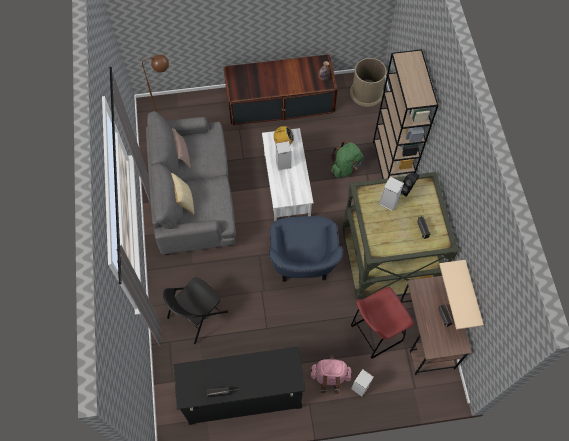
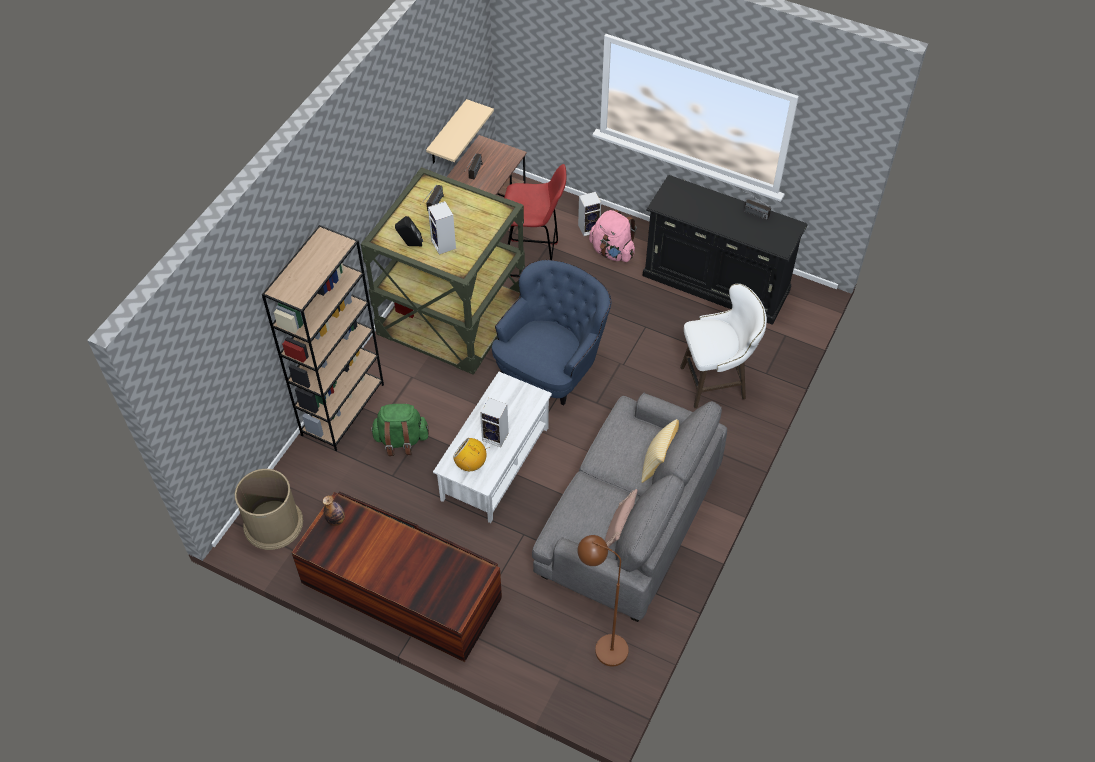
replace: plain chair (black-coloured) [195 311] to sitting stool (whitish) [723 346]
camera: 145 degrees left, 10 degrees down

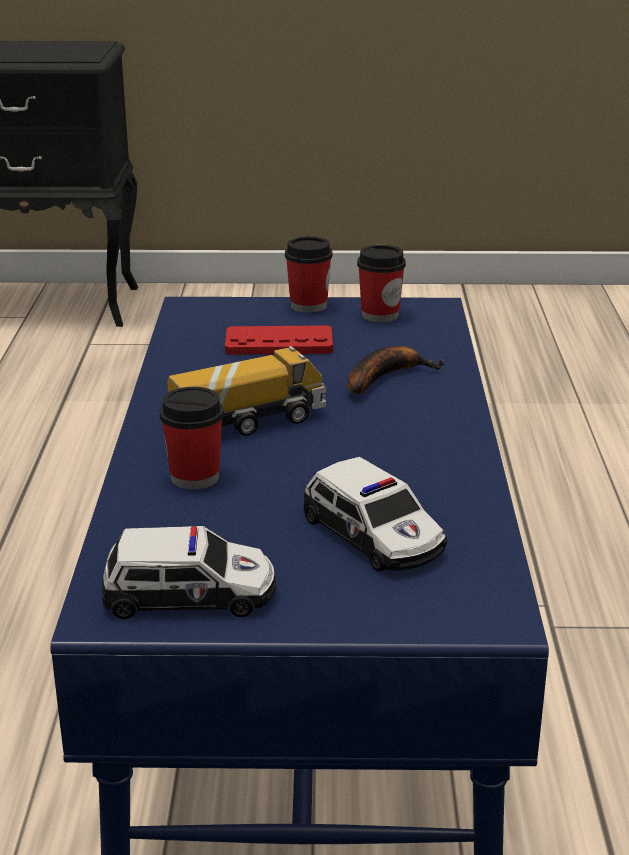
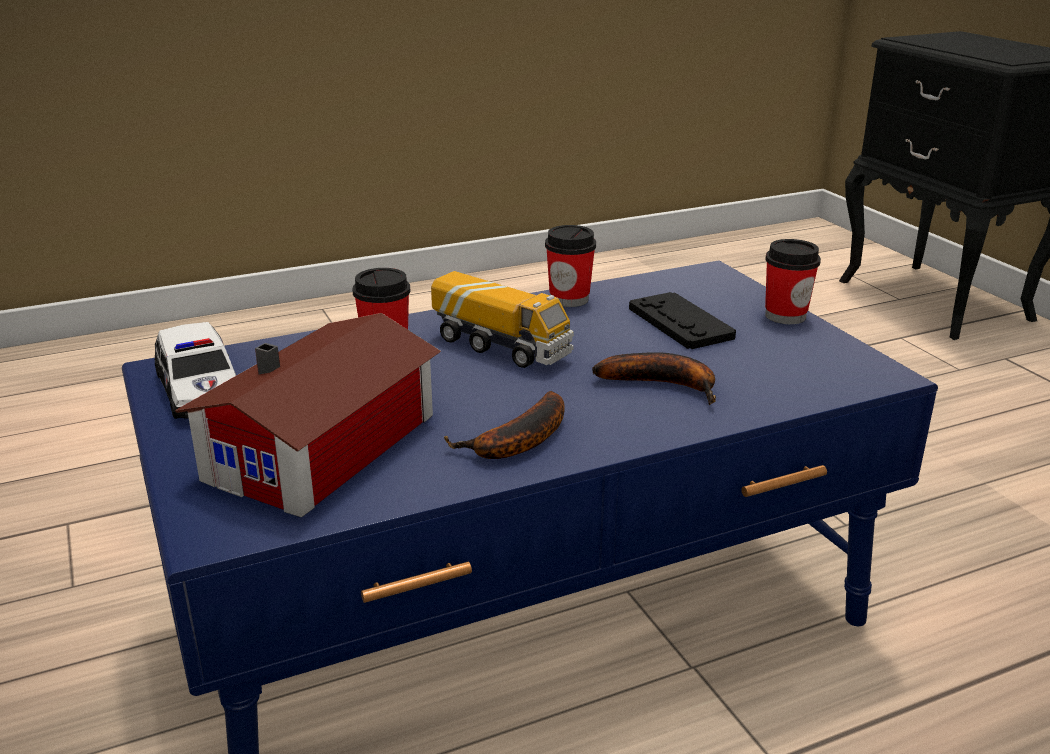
insert: whole banana [504 425]
move: small cup [381 284] to [570 266]
replace: model car [375 514] to miniature house [308 415]
recolor: game controller (reddish) [279 340] to game controller (black-coloured) [682 320]
camera: 65 degrees right, 0 degrees up

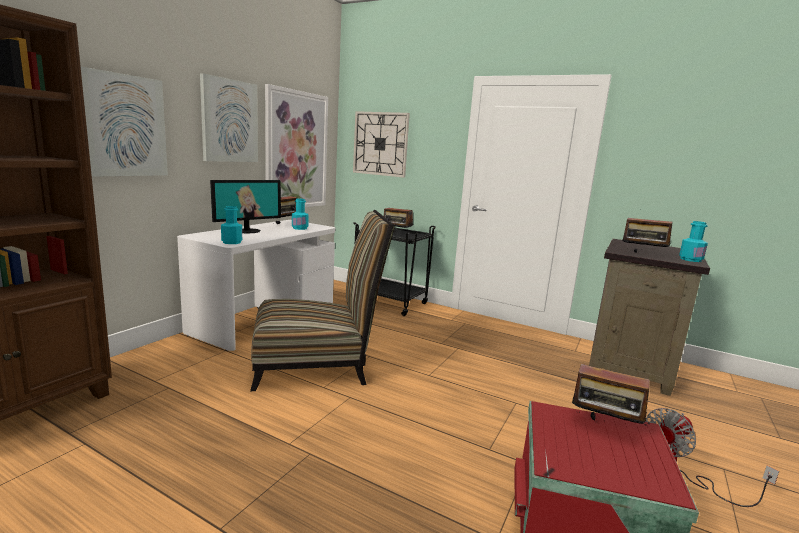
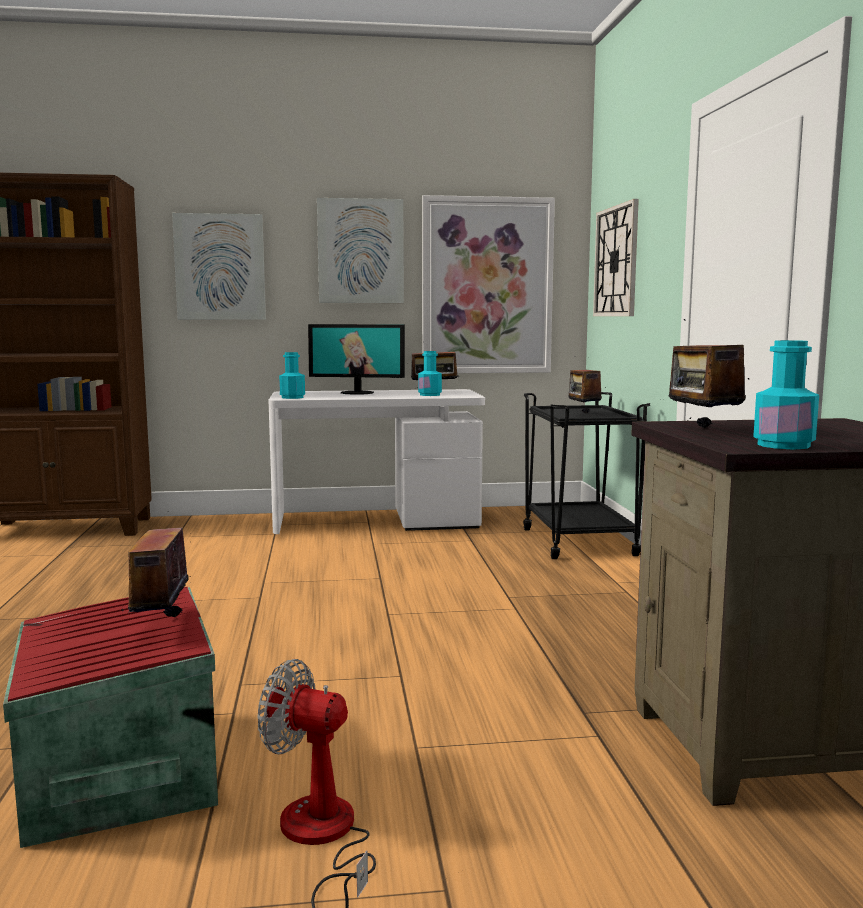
delete: plain chair [322 300]
camera: 55 degrees right, 5 degrees down

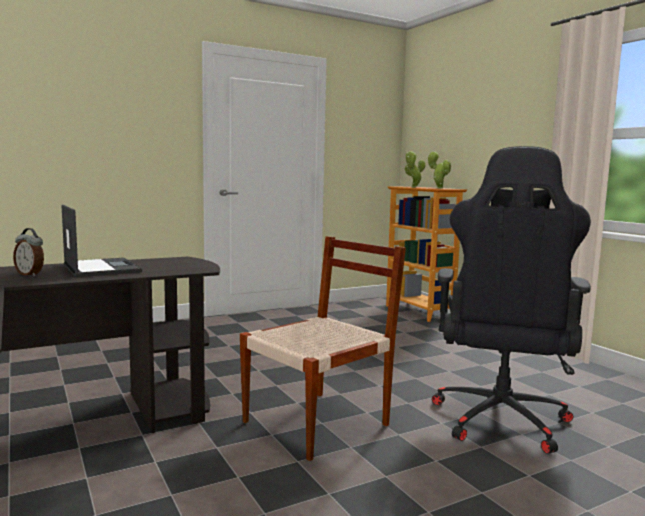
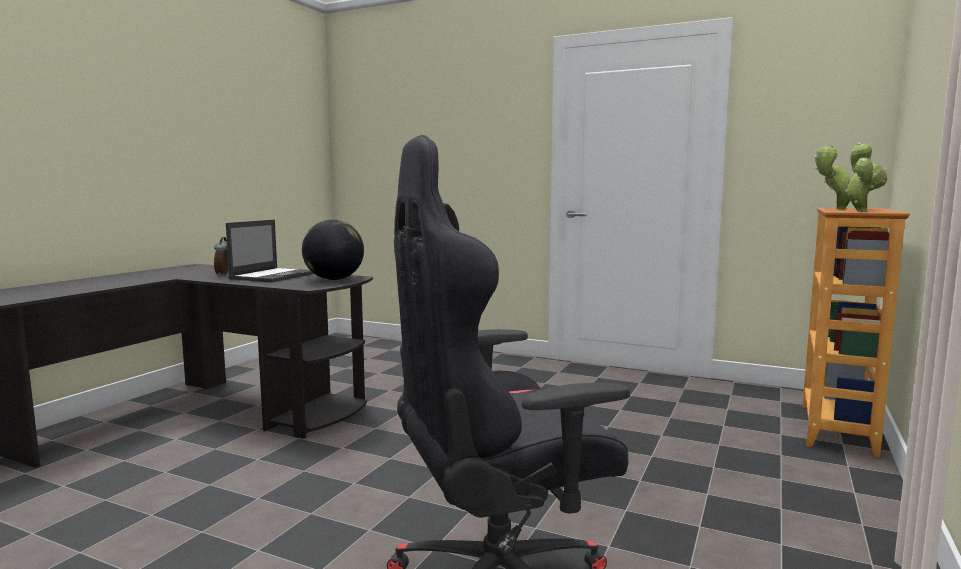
delete: plain chair [323 348]
insert: world globe [333 250]
camera: 55 degrees right, 0 degrees up

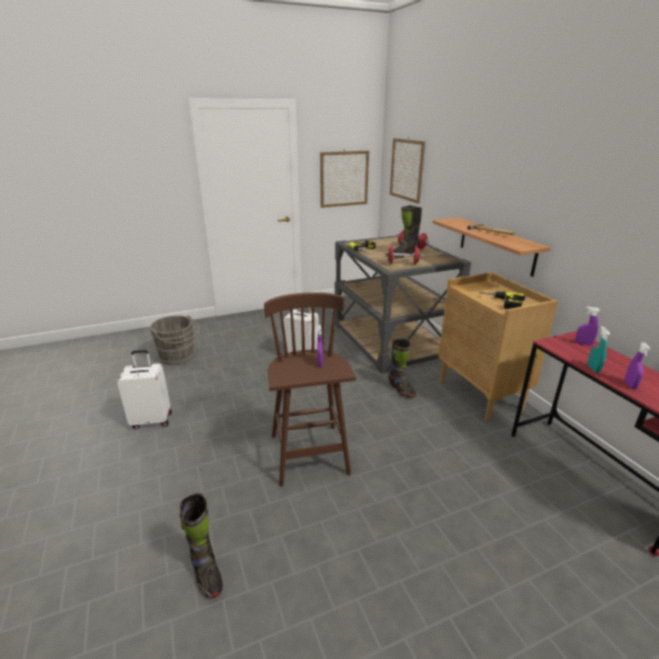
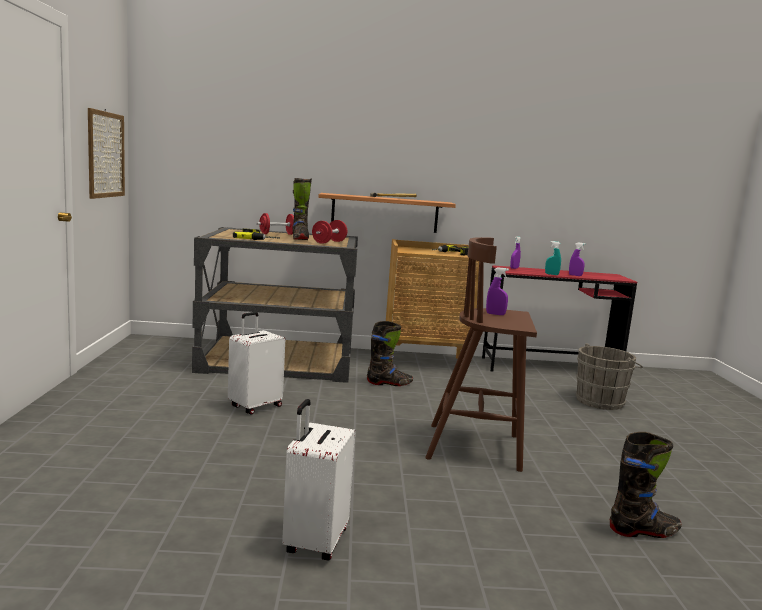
delete: wall picture [407 171]
move: water bucket (gray) [174 340] to [609 376]
camera: 70 degrees left, 15 degrees down

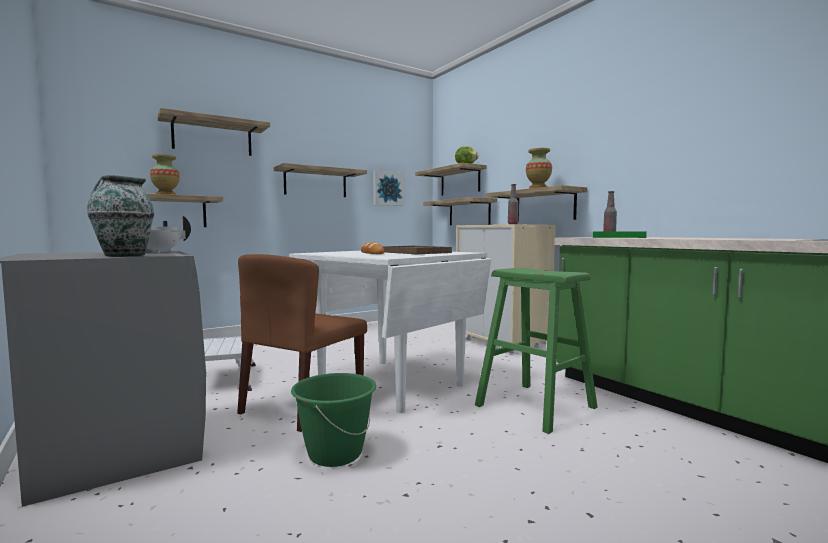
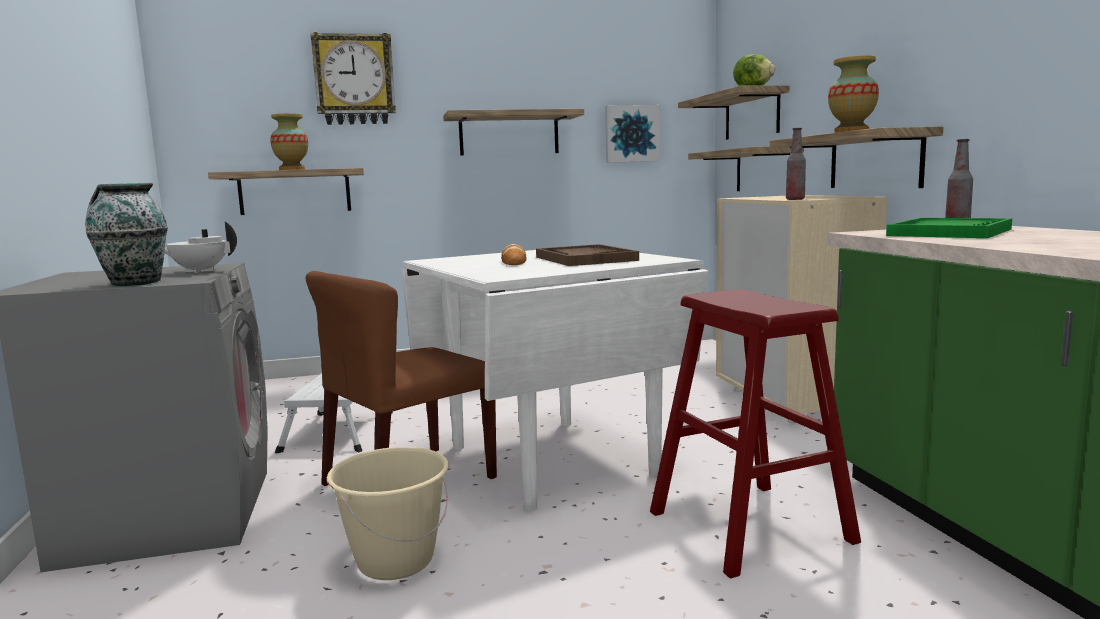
replace: bracket shelf [214 132] to hanging clock [353 78]
recolor: water bucket (green) [333 420] to water bucket (beige-coloured) [388 513]; sitting stool (green) [536 351] to sitting stool (reddish) [755 433]
camera: 20 degrees right, 5 degrees up

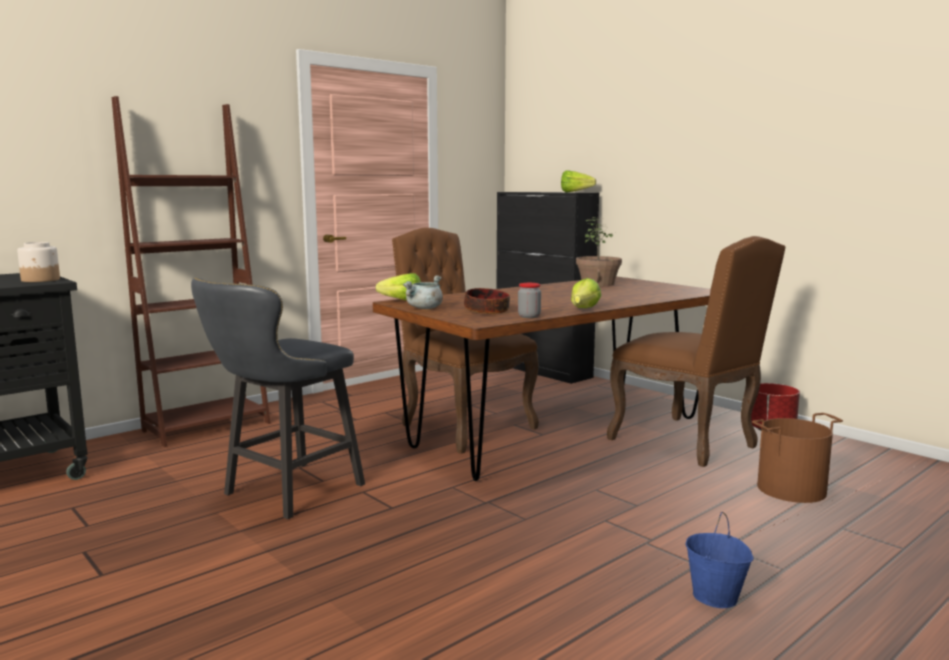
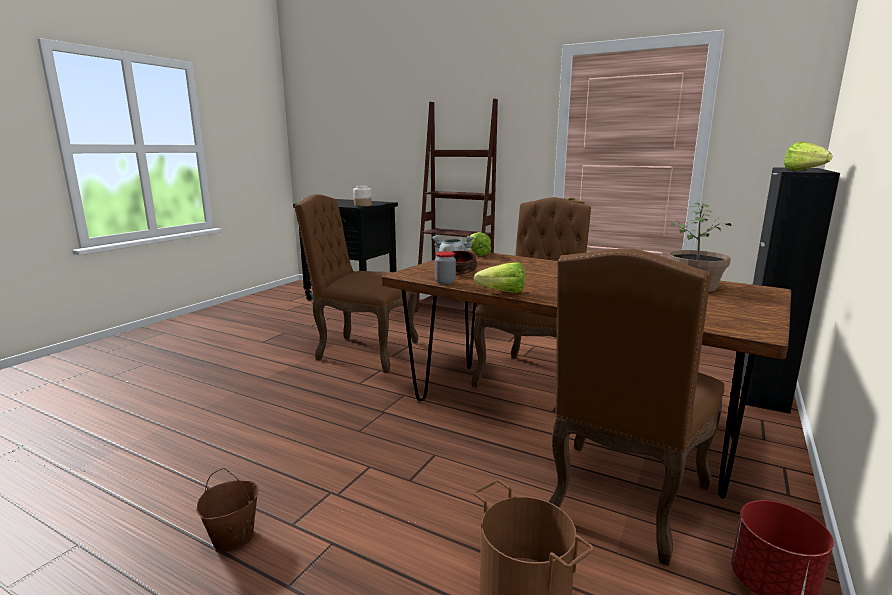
replace: sitting stool (gray) [278 398] to plain chair (brown) [356 283]
recolor: water bucket (bluish) [719 560] to water bucket (brown) [227 510]
camera: 70 degrees right, 5 degrees up

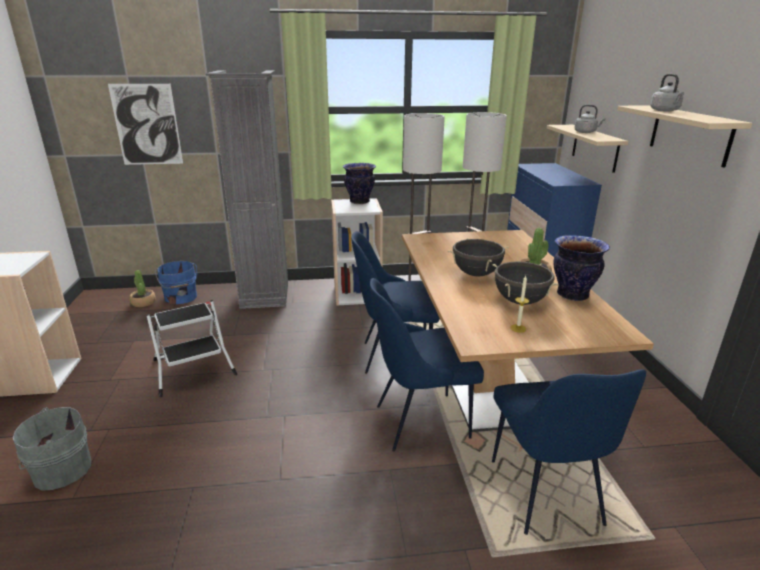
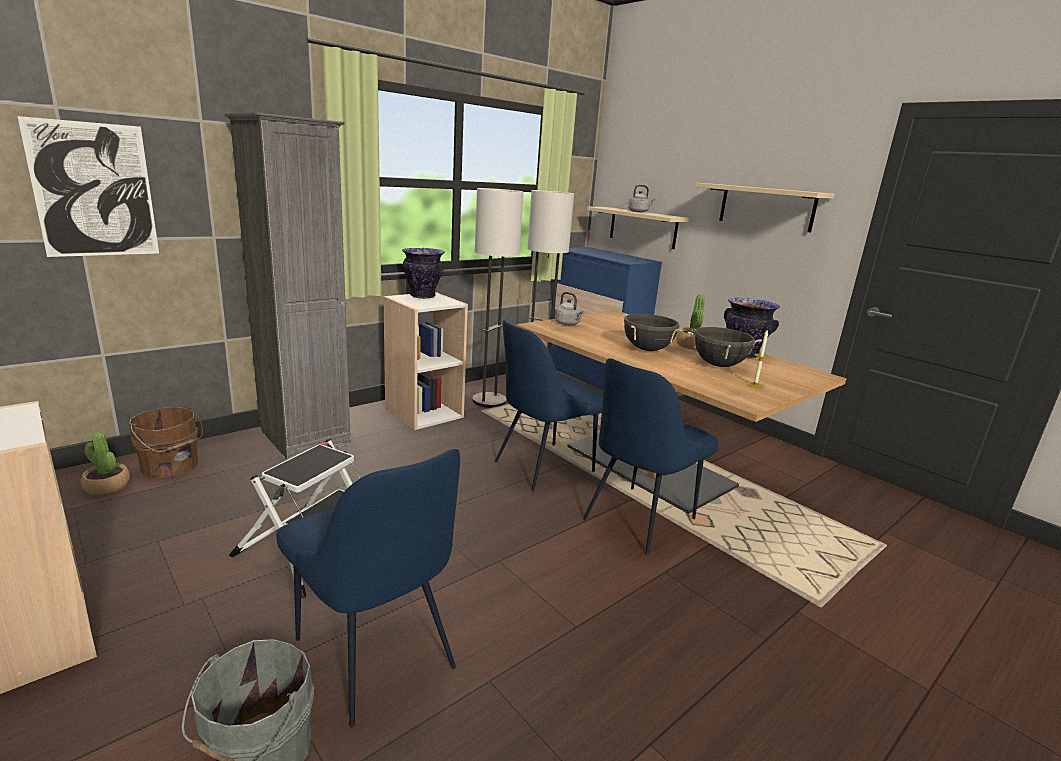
move: plain chair (bluish) [569 452] to [368 588]; kettle (gray) [667 93] to [569 308]
recolor: water bucket (bluish) [176 282] to water bucket (brown) [166 442]
camera: 35 degrees left, 5 degrees down

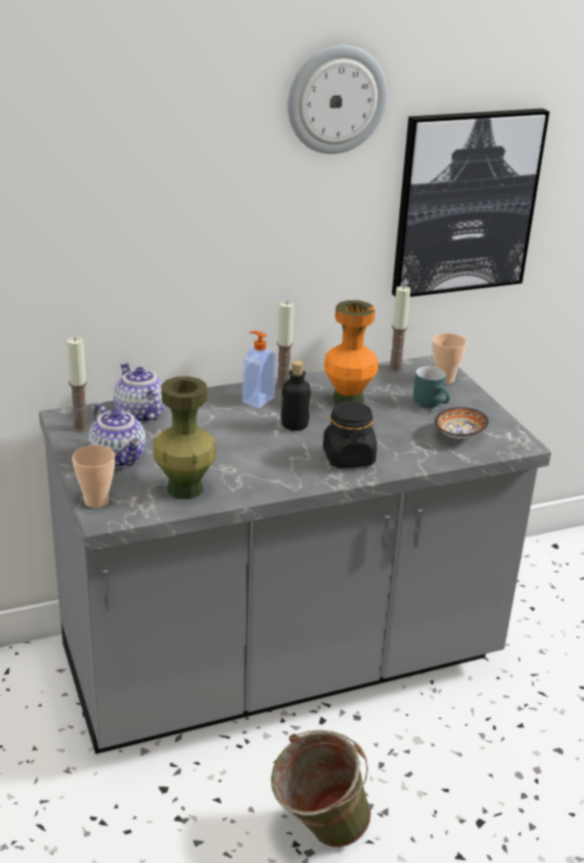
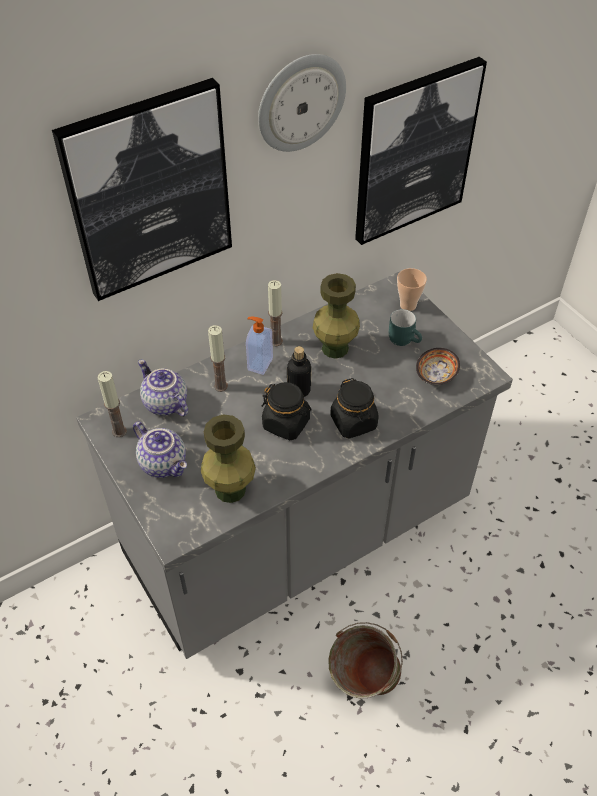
delete: small cup [93 476]
insert: wall picture [142 189]; preserve jar (black-coloured) [287 411]
move: wax light [399 328] to [218 358]
recolor: vase (orange-coloured) [351 352] to vase (green) [336 316]
camera: 10 degrees left, 20 degrees up

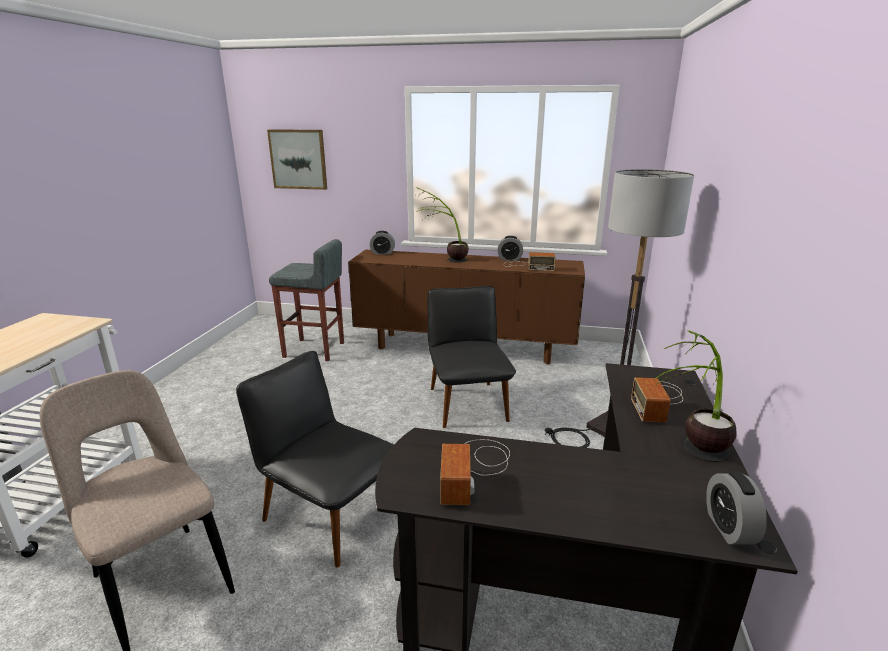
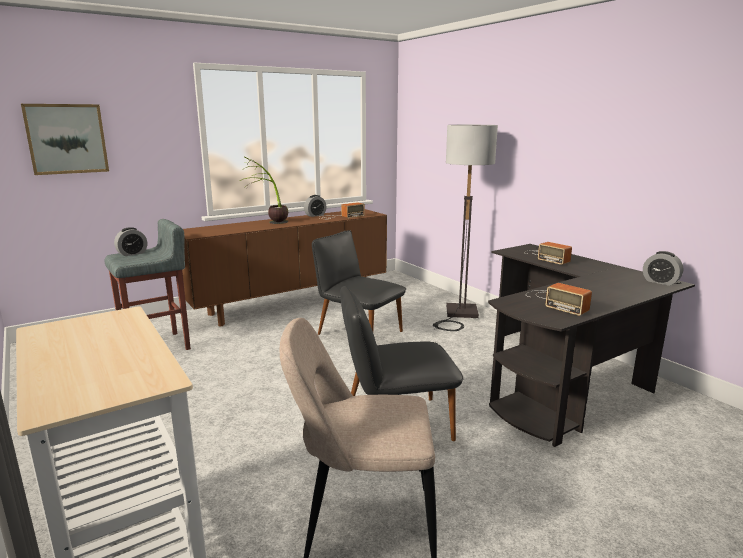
delete: houseplant [695 396]
move: table clock [382 243] to [130 241]
camera: 45 degrees left, 5 degrees down

